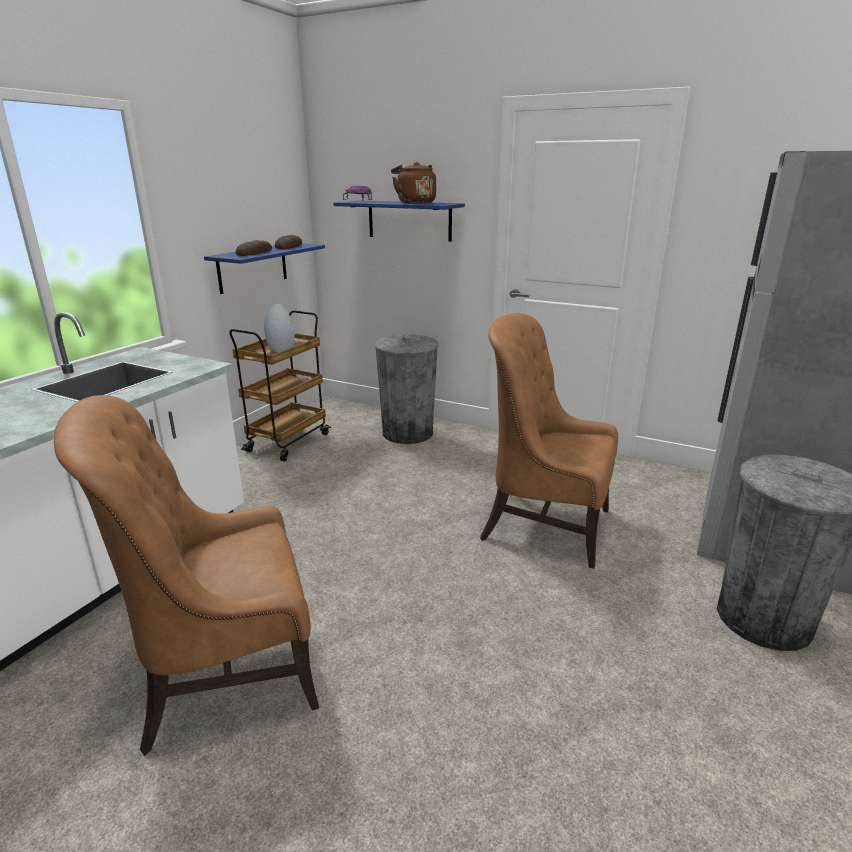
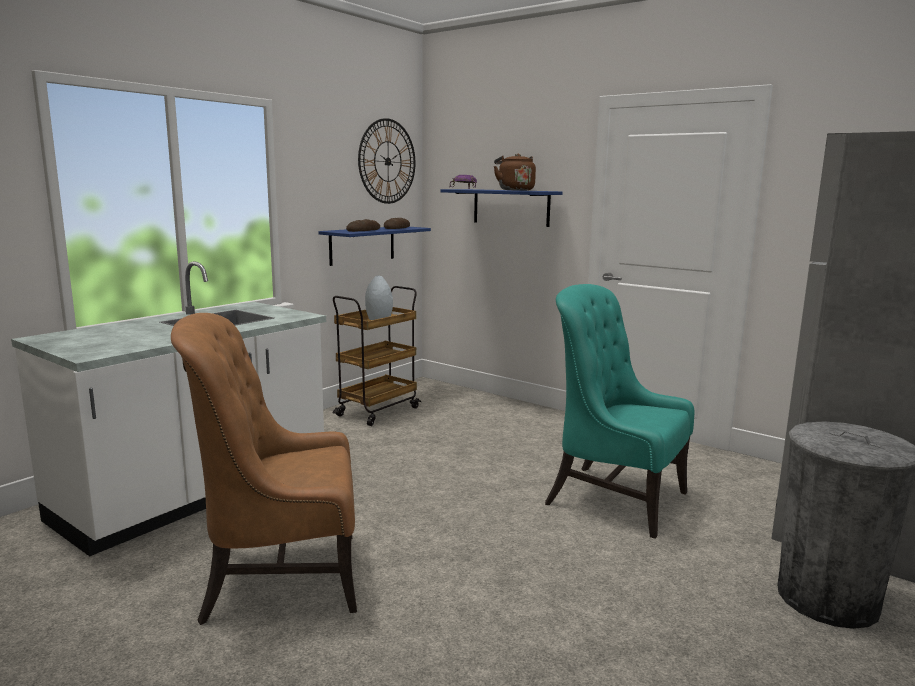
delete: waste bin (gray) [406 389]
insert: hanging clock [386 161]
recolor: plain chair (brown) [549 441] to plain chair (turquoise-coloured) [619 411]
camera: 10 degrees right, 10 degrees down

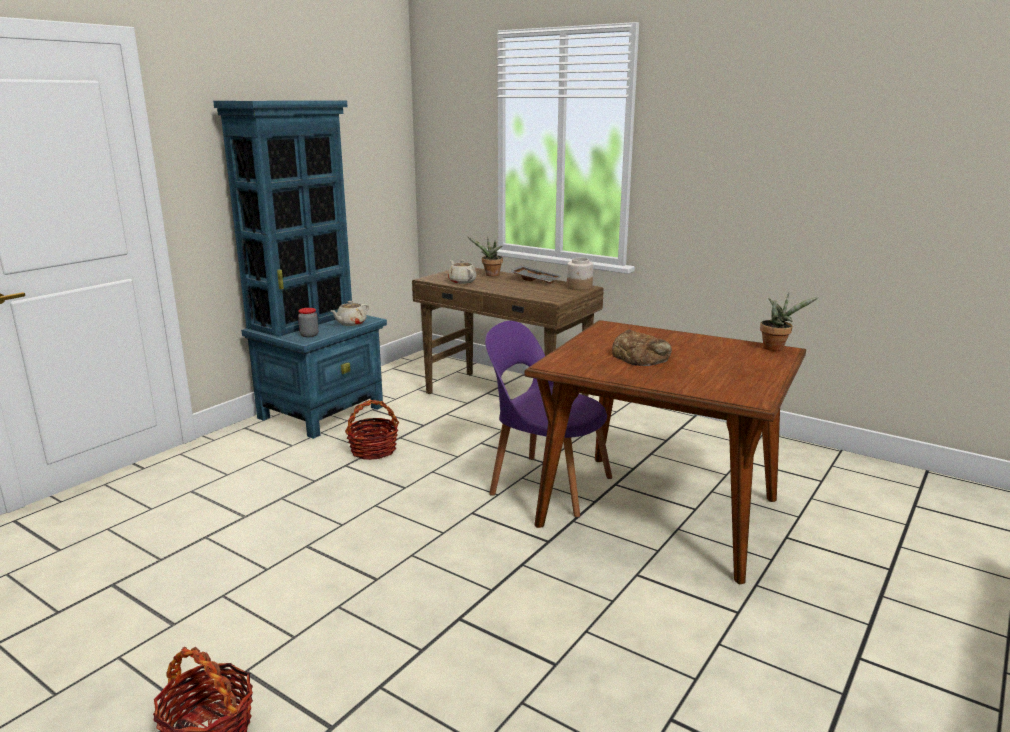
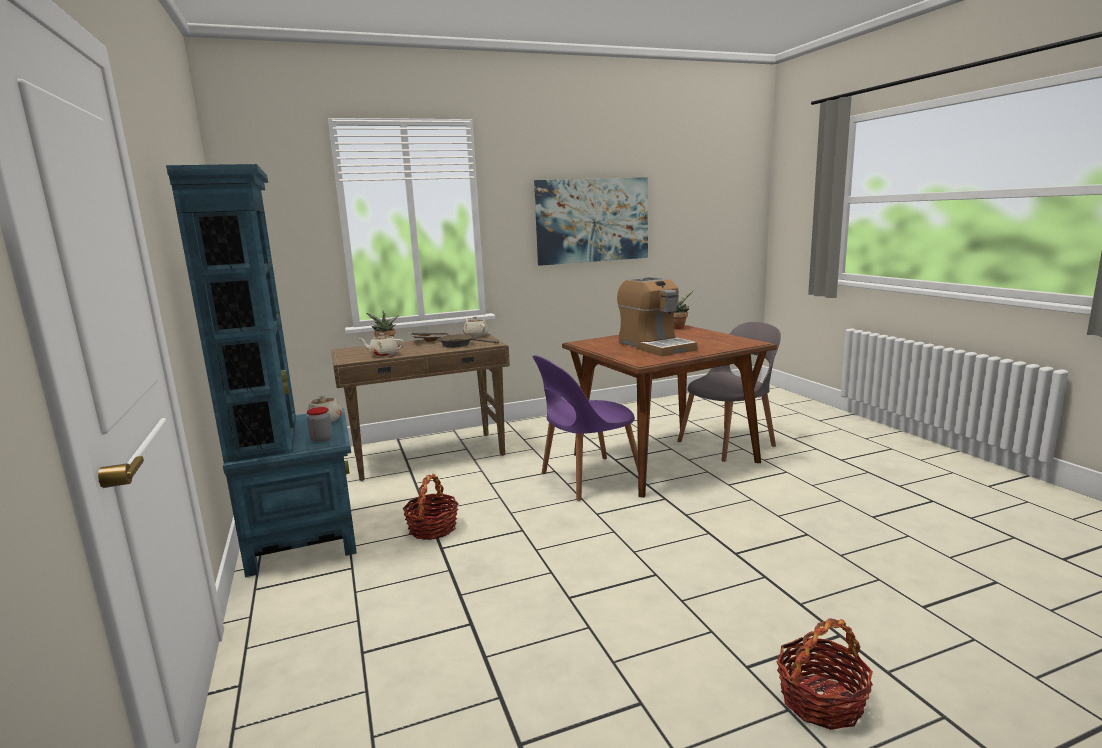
insert: frying pan (brown) [468 341]; wall picture [591 221]; plain chair (gray) [729 392]
replace: preserve jar [580 274] to teapot (beige-coloured) [476 326]; bakery bread [642 347] to coffee maker [657 316]
camera: 55 degrees left, 5 degrees down

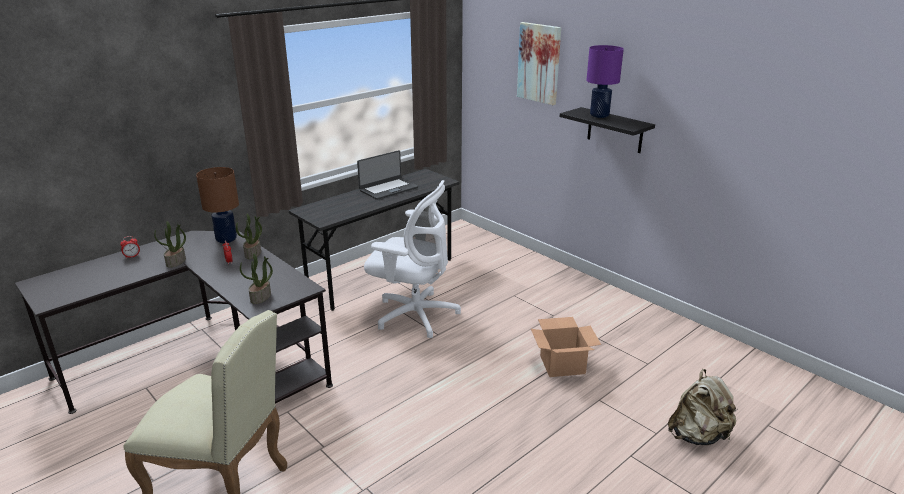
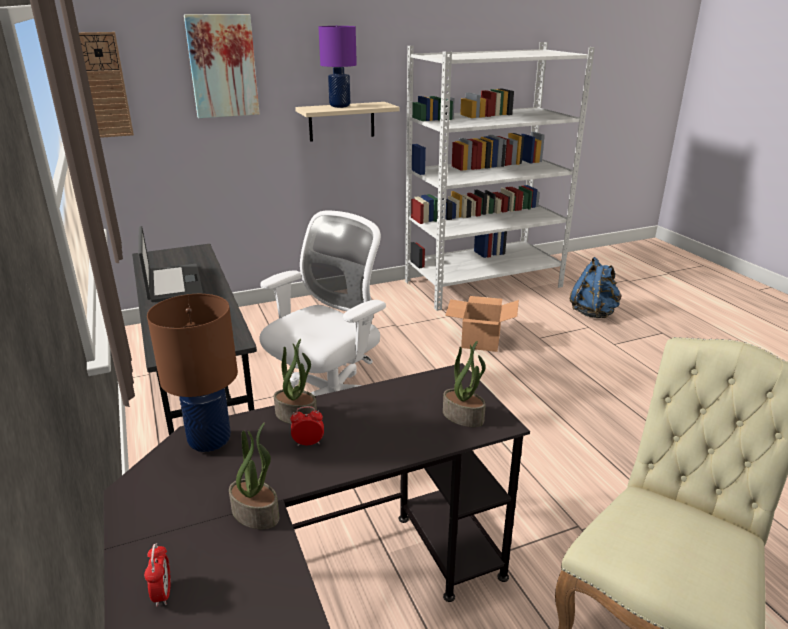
insert: hanging clock [106 85]; shelving unit (whitish) [500 176]
recolor: bracket shelf (black-coloured) [607 130] to bracket shelf (beige-coloured) [347 122]; rucksack (beige-coloured) [702 407] to rucksack (bluish) [596 287]
camera: 70 degrees left, 0 degrees up

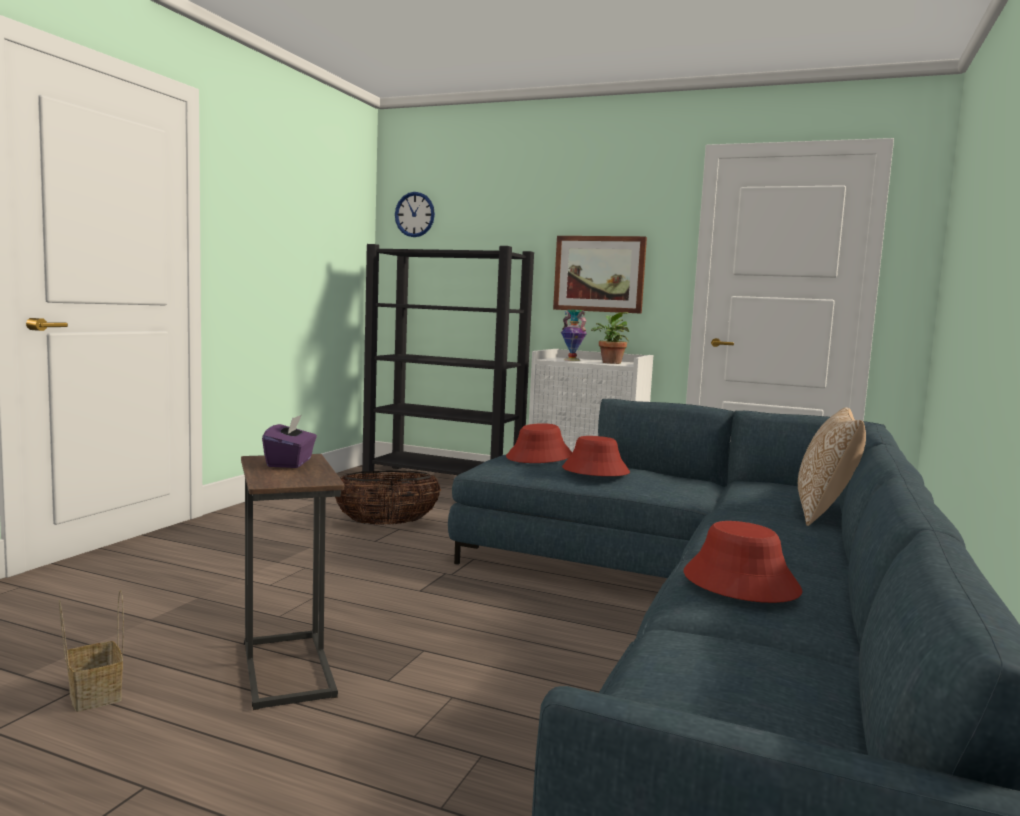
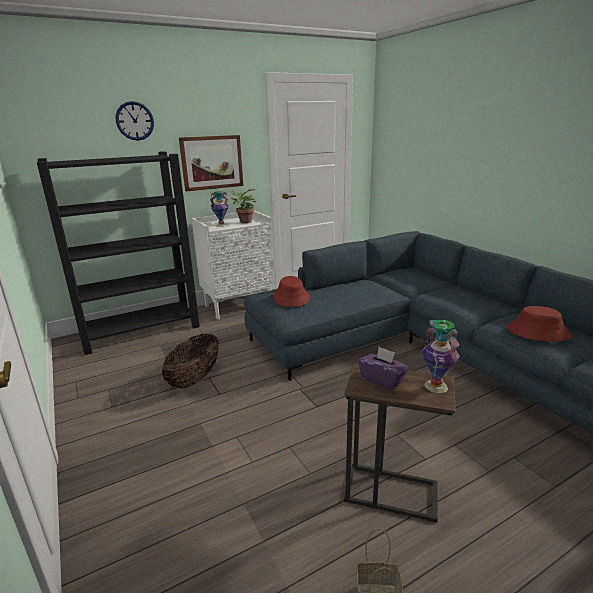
delete: hat (reddish) [596 456]; throw pillow [832 466]
insert: vase [440 356]
move: hanging clock [415 214] to [135 121]
camera: 50 degrees left, 15 degrees up

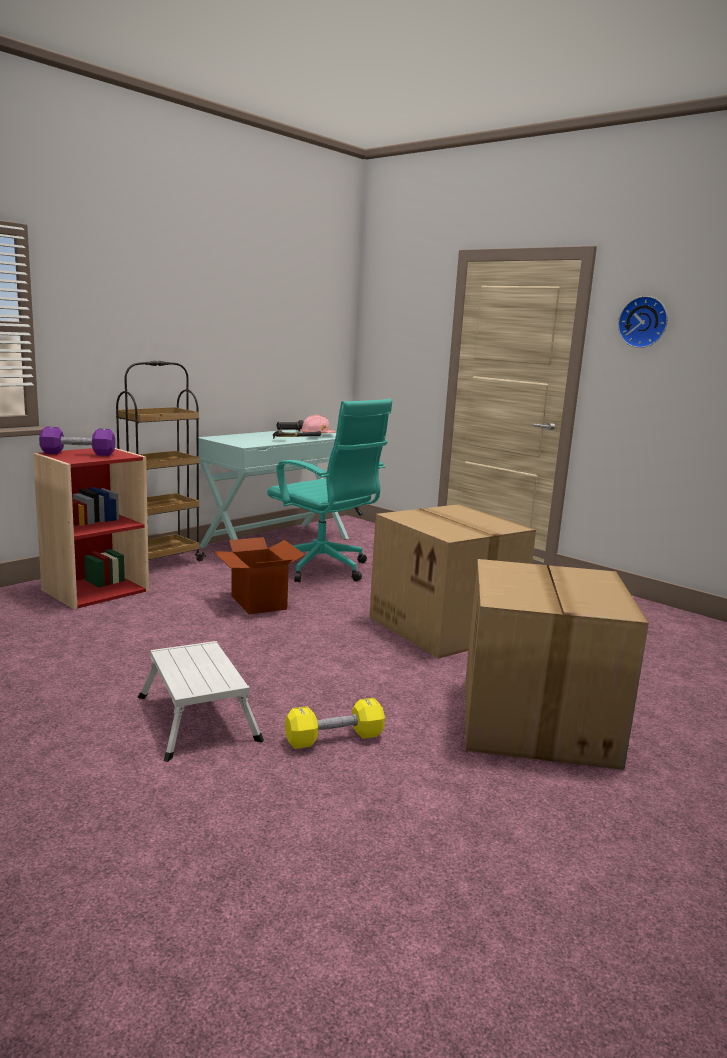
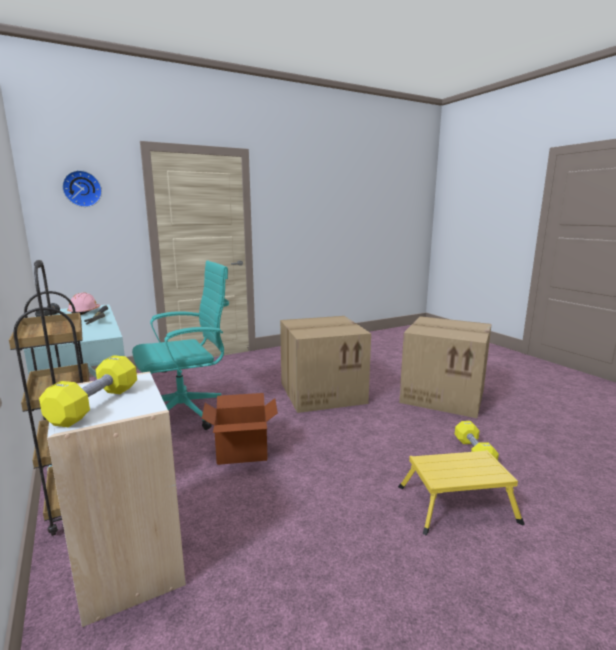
move: hanging clock [643 322] to [82 188]
recolor: hand weight (purplish) [77 441] to hand weight (yellowish) [88 391]; shelving unit (reddish) [91 528] to shelving unit (whitish) [116 499]; step stool (whitish) [201 701] to step stool (yellowish) [461 492]
camera: 70 degrees left, 0 degrees up

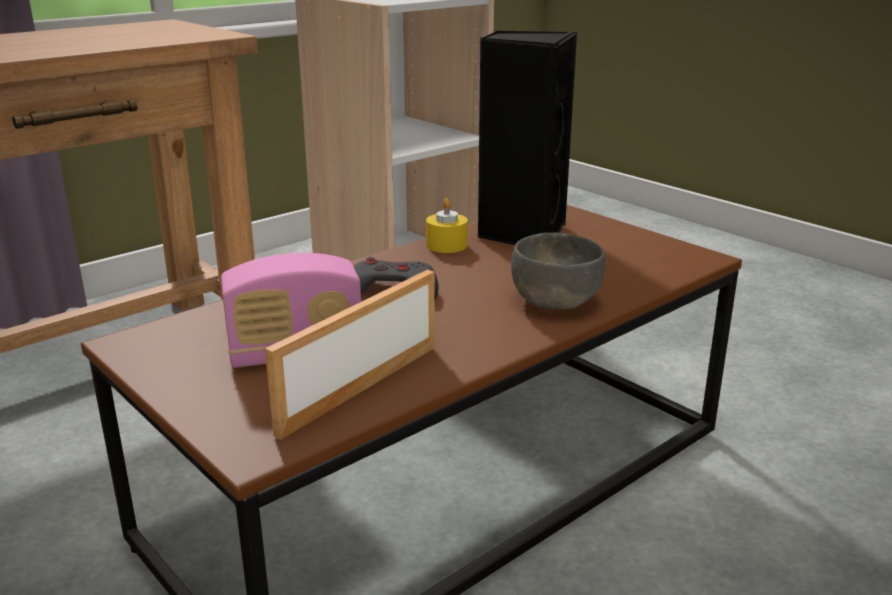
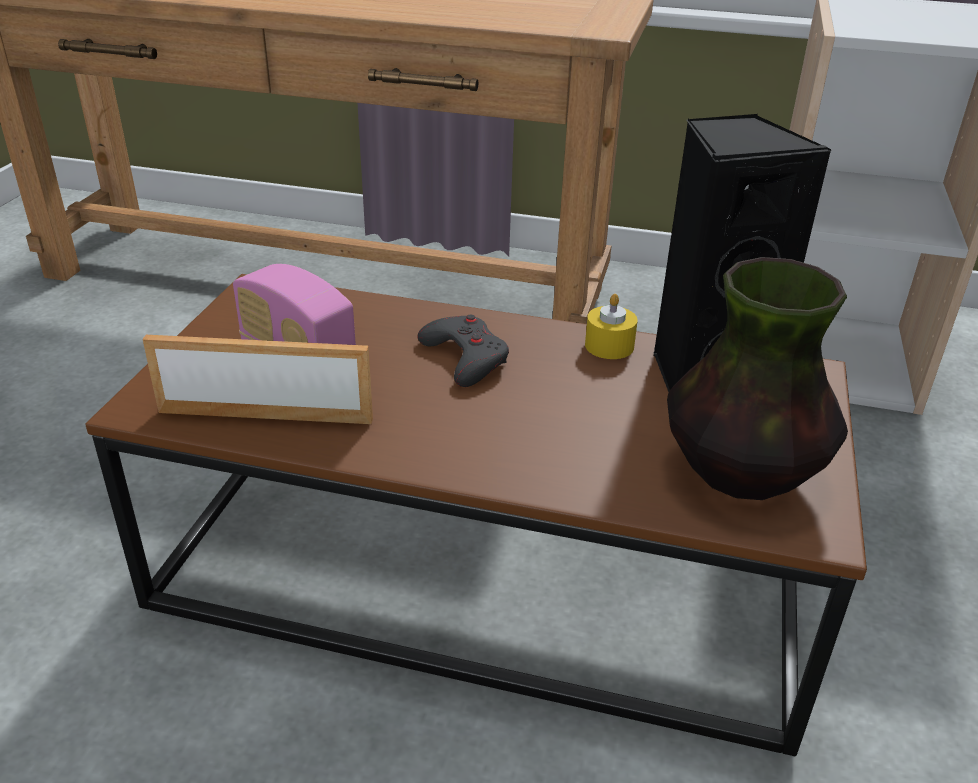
delete: deep dish (gray) [558 271]
insert: vase [757 378]
camera: 55 degrees right, 10 degrees up

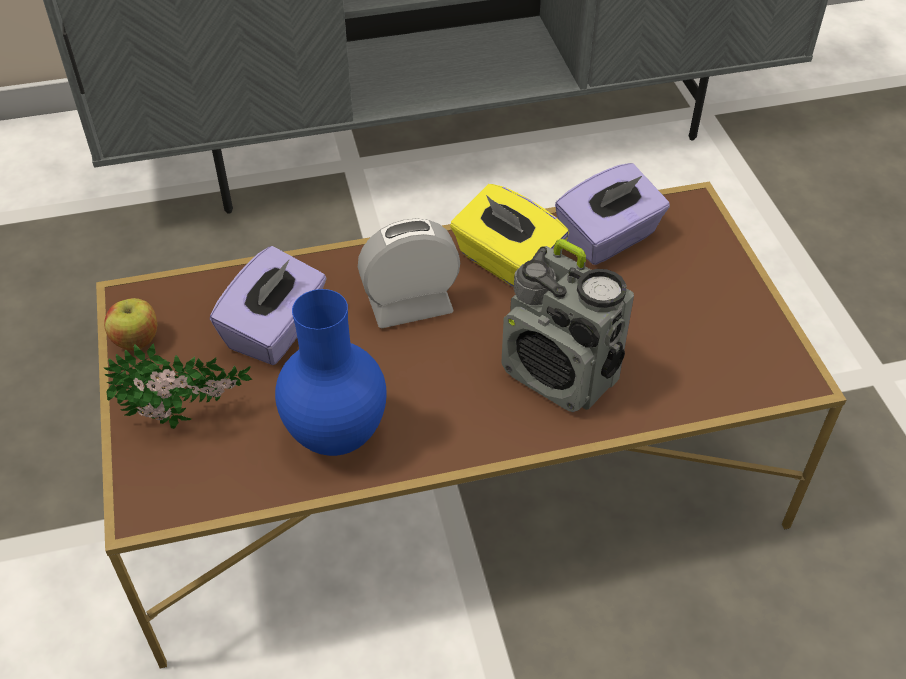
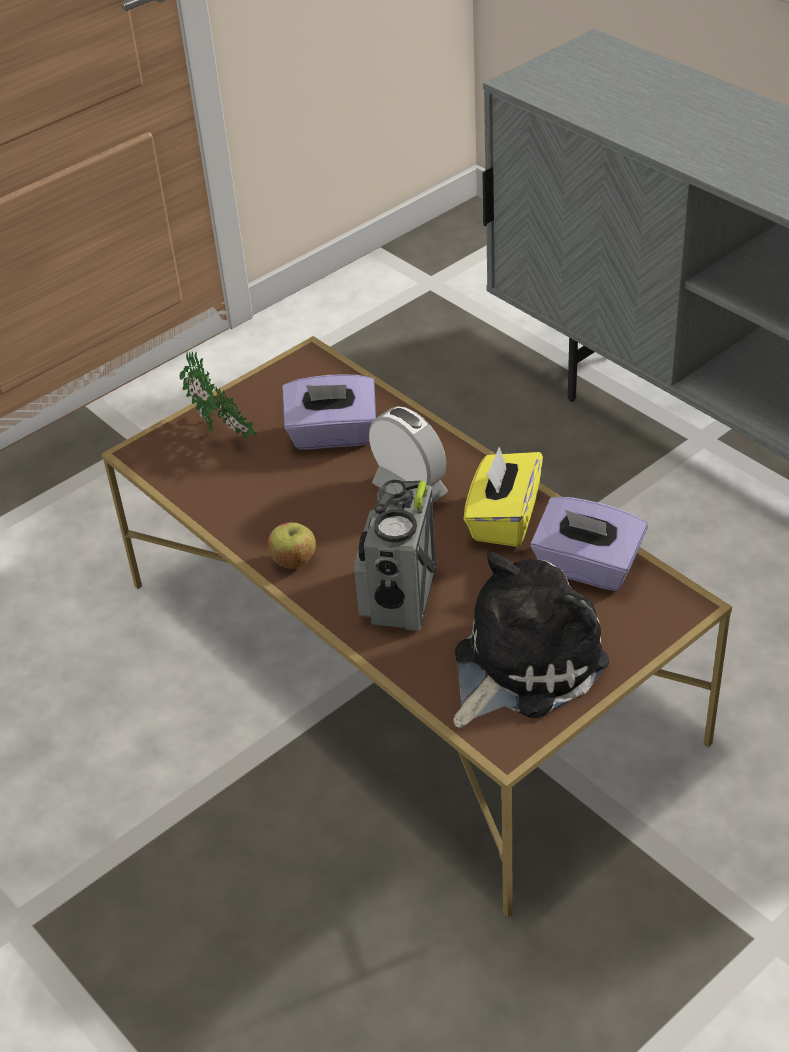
delete: vase (bluish) [331 372]
insert: plush toy [531 640]
move: apple fruit [130 324] to [292 545]
camera: 65 degrees right, 5 degrees down

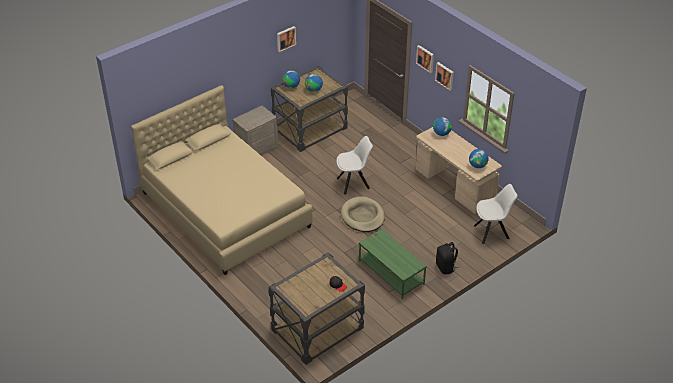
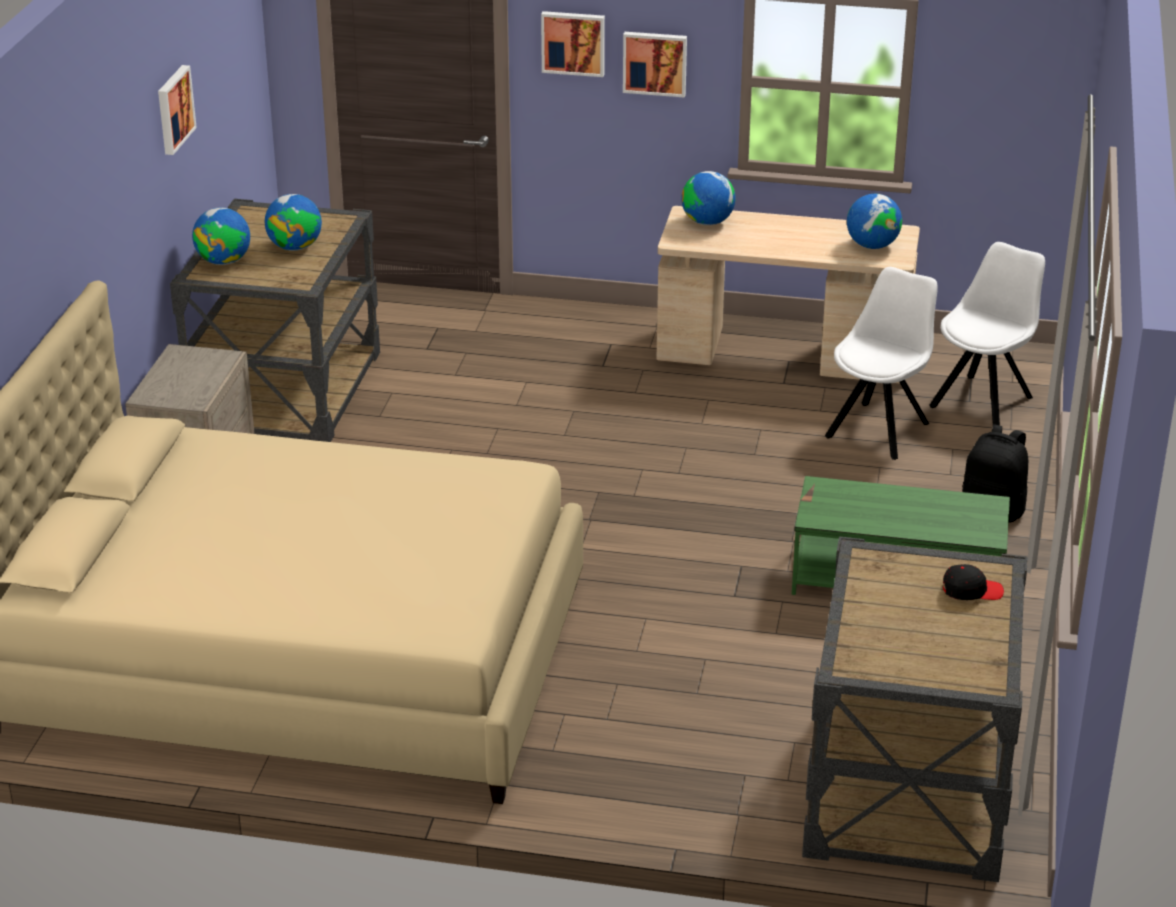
delete: pet bed (beige-coloured) [363 214]
move: plain chair (whitish) [354 165] to [881 363]
camera: 40 degrees left, 10 degrees down

